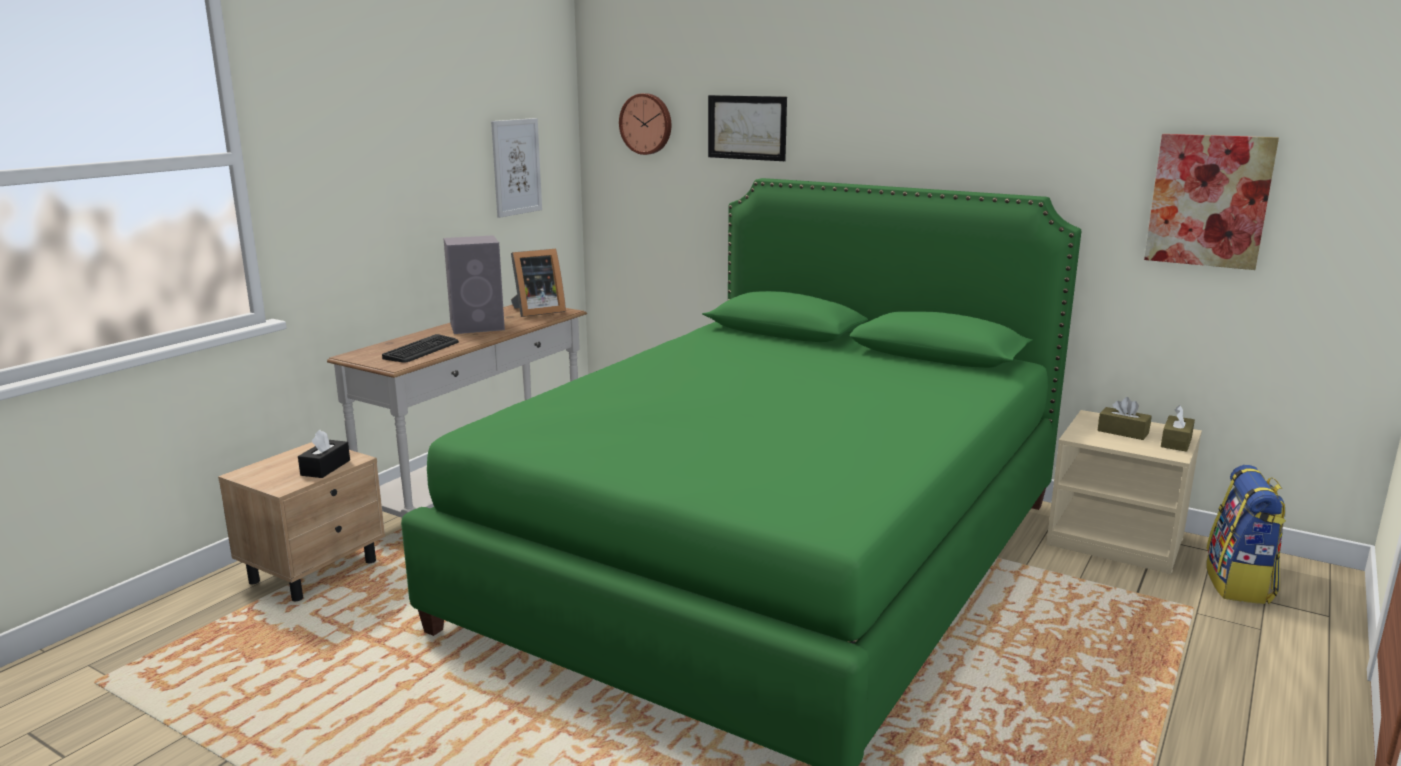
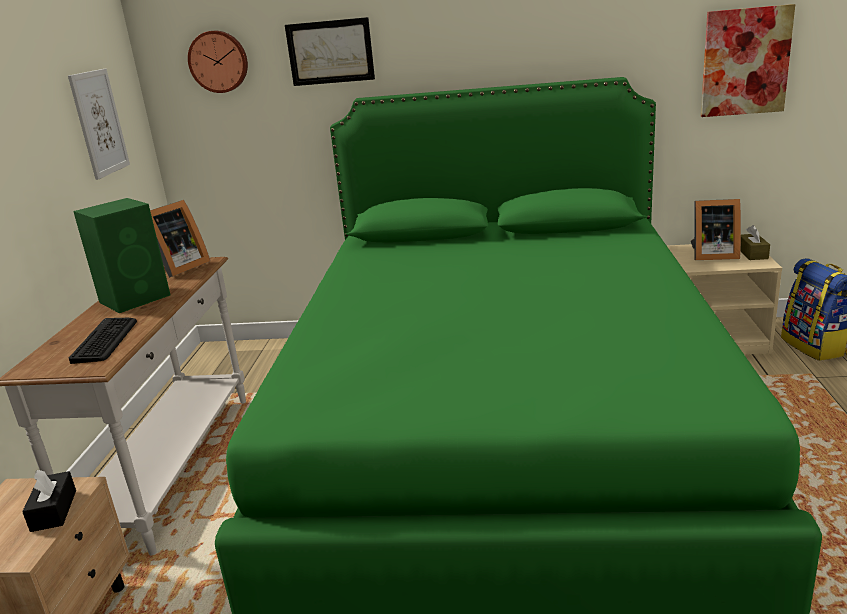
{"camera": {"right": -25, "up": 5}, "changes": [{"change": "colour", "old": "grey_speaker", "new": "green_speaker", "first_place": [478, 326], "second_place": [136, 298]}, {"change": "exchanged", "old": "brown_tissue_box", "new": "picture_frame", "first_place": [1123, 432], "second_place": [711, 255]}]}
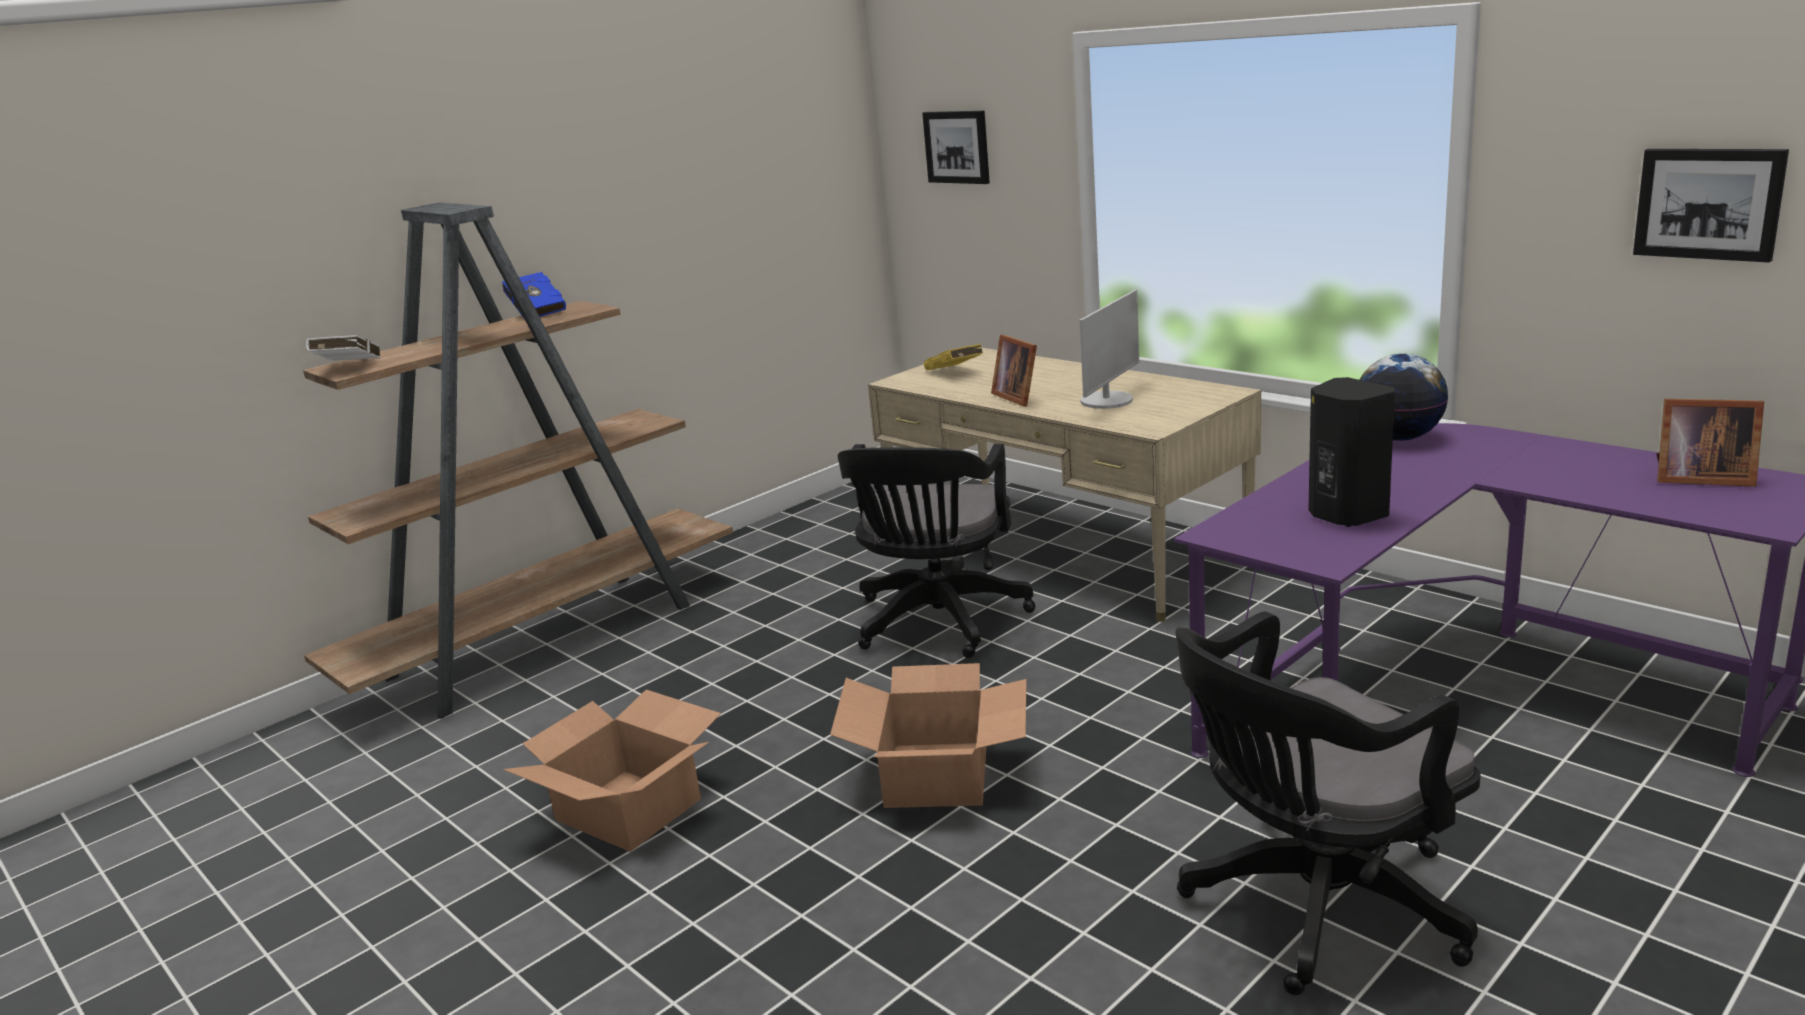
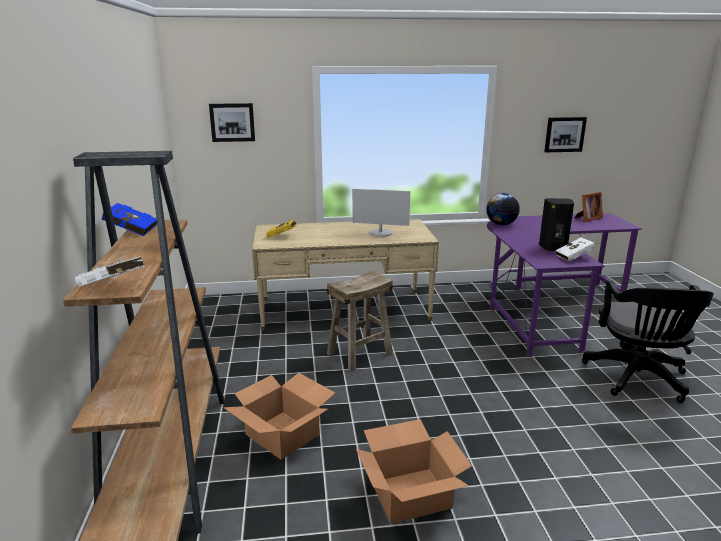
{"camera": {"right": -55, "up": 0}, "changes": [{"change": "spun", "old": "monitor", "first_place": [1107, 400], "second_place": [380, 233], "degrees": 120}, {"change": "missing", "old": "picture_frame", "first_place": [1018, 397]}, {"change": "exchanged", "old": "black_office_chair", "new": "beige_stool", "first_place": [937, 623], "second_place": [359, 354]}, {"change": "relocated", "old": "cardboard_box", "first_place": [938, 774], "second_place": [282, 434]}, {"change": "appeared", "new": "white_book", "second_place": [575, 257]}]}
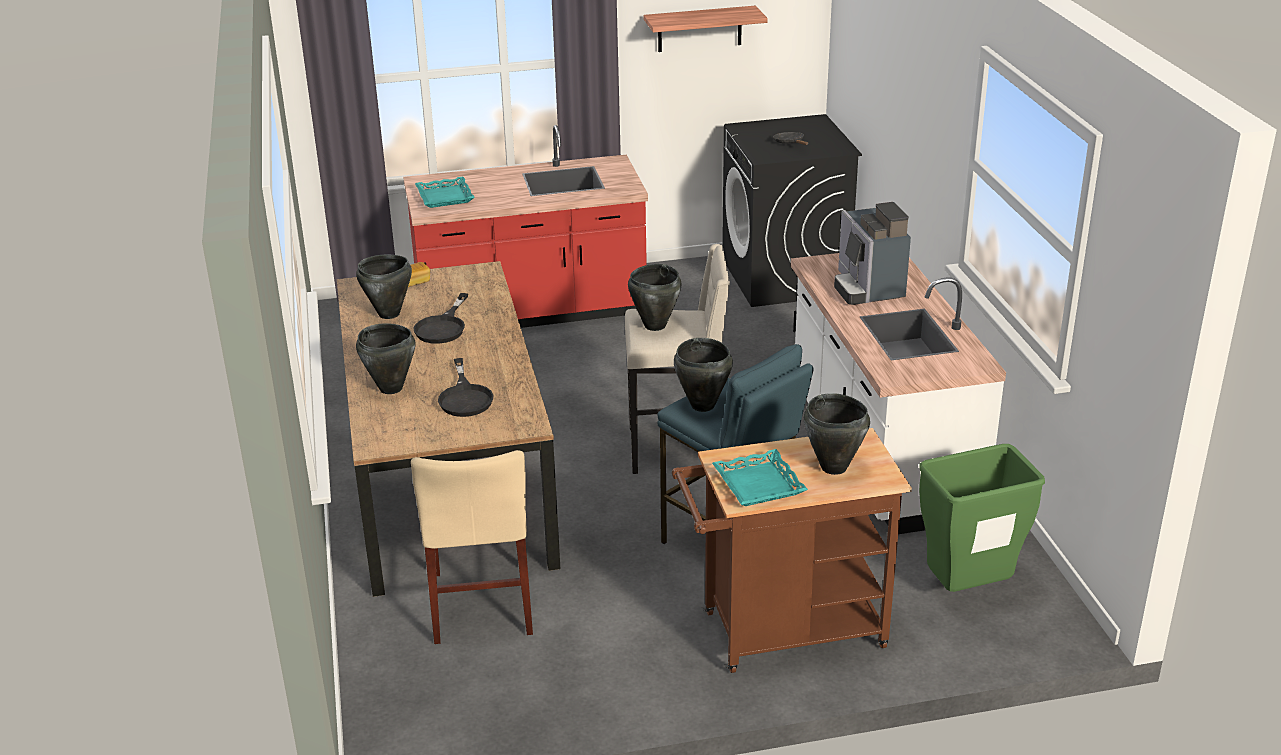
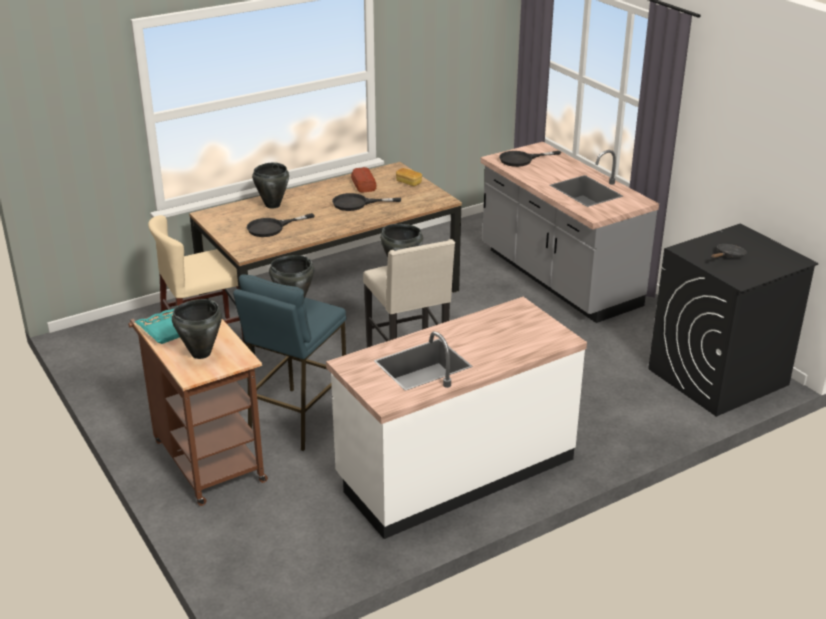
{"camera": {"right": 70, "up": 0}, "changes": [{"change": "missing", "old": "shelf", "first_place": [699, 29]}, {"change": "colour", "old": "red_counter", "new": "grey_counter", "first_place": [531, 312], "second_place": [558, 278]}, {"change": "exchanged", "old": "turquoise_tray", "new": "black_frying_pan", "first_place": [445, 197], "second_place": [521, 159]}, {"change": "missing", "old": "coffee_machine", "first_place": [867, 288]}, {"change": "exchanged", "old": "black_cooking_pot", "new": "bread", "first_place": [389, 314], "second_place": [363, 185]}, {"change": "missing", "old": "green_trash_can", "first_place": [966, 590]}]}
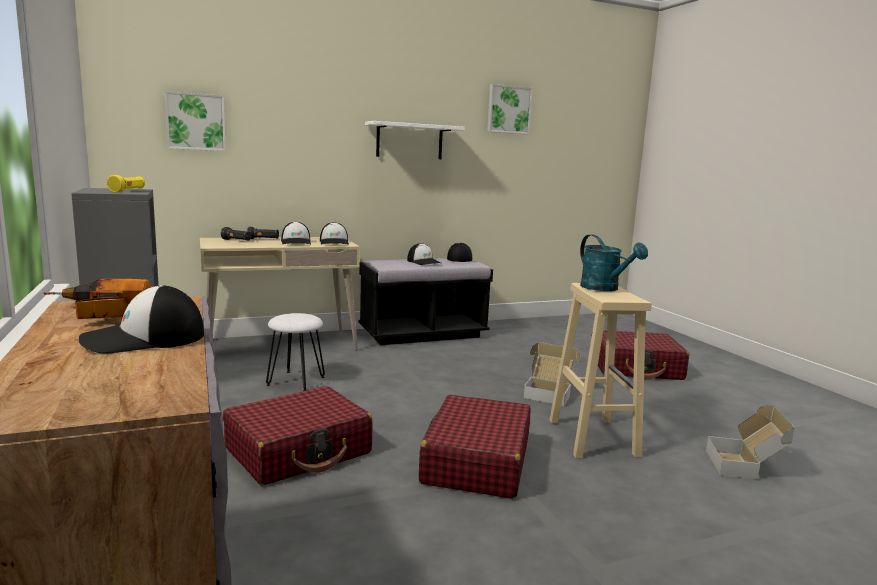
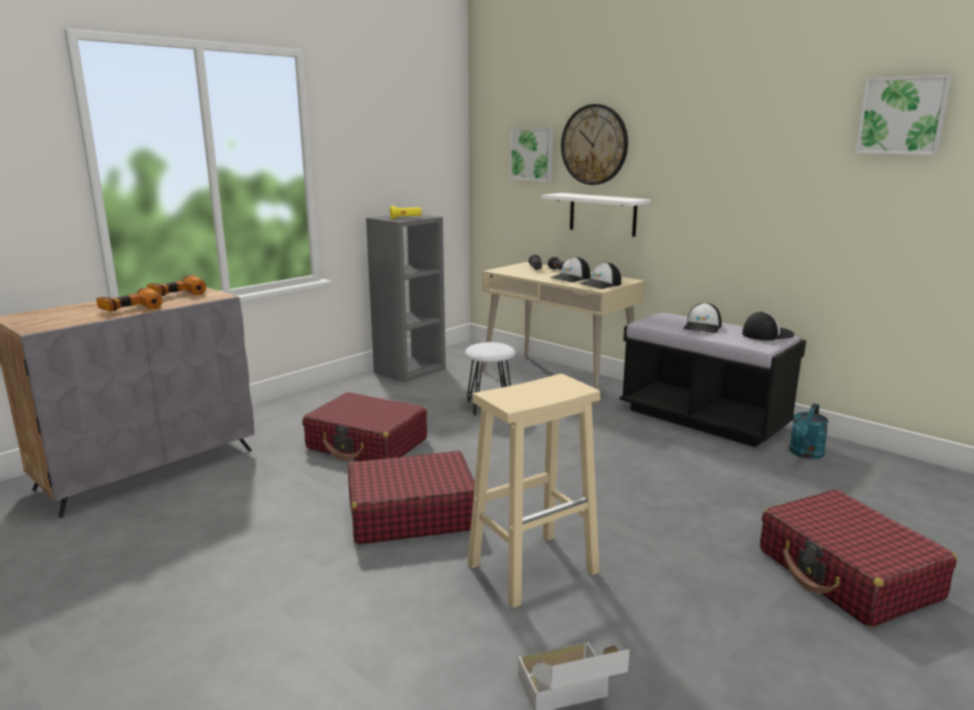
{"camera": {"right": 65, "up": 5}, "changes": [{"change": "relocated", "old": "white_shelf", "first_place": [409, 141], "second_place": [602, 214]}, {"change": "relocated", "old": "turquoise_watering_can", "first_place": [605, 288], "second_place": [804, 454]}, {"change": "exchanged", "old": "cap", "new": "power_drill", "first_place": [143, 339], "second_place": [129, 307]}, {"change": "missing", "old": "cardboard_box", "first_place": [549, 393]}, {"change": "appeared", "new": "wall_clock", "second_place": [594, 145]}]}
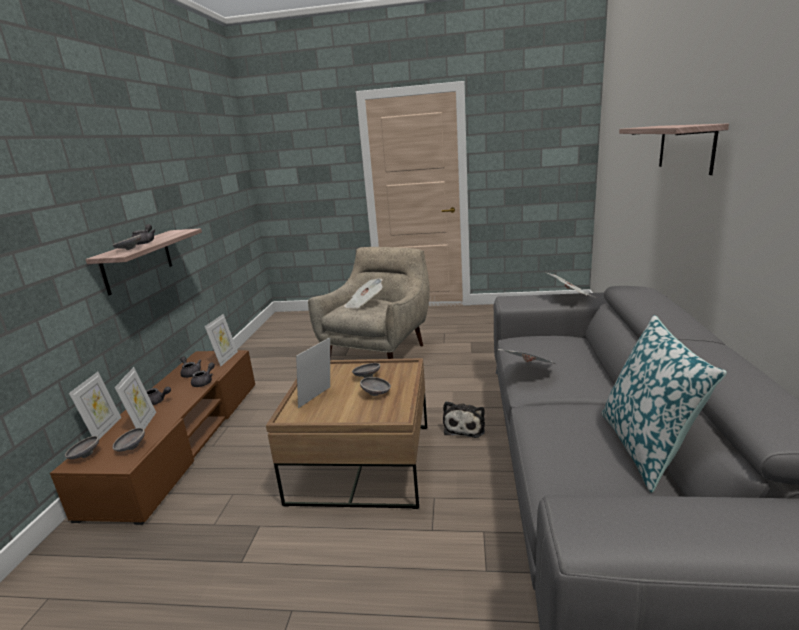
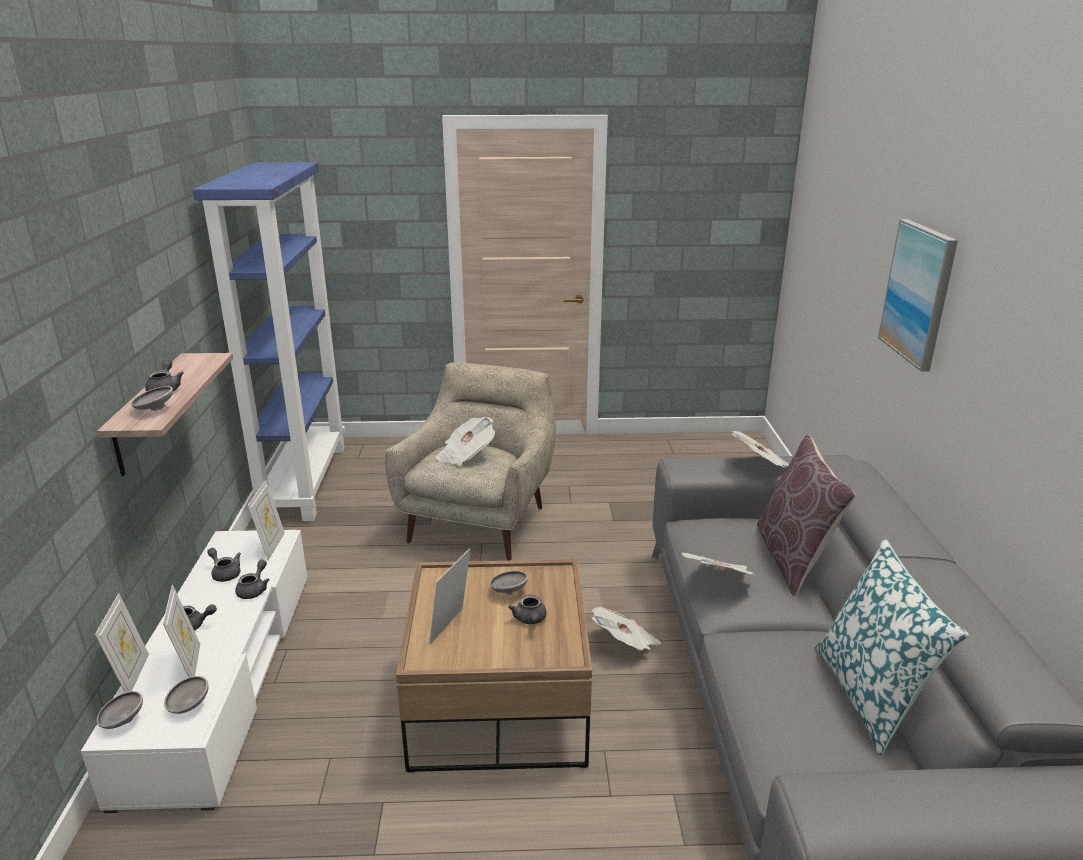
{"camera": {"right": -10, "up": 5}, "changes": [{"change": "exchanged", "old": "shelf", "new": "picture", "first_place": [686, 147], "second_place": [918, 293]}, {"change": "colour", "old": "brown_tv_stand", "new": "white_tv_stand", "first_place": [181, 441], "second_place": [223, 676]}, {"change": "exchanged", "old": "grey_bowl", "new": "grey_teapot", "first_place": [376, 394], "second_place": [530, 620]}, {"change": "exchanged", "old": "plush_toy", "new": "newspaper", "first_place": [465, 427], "second_place": [625, 644]}, {"change": "appeared", "new": "blue_bookcase", "second_place": [304, 481]}, {"change": "appeared", "new": "brown_pillow", "second_place": [793, 558]}]}
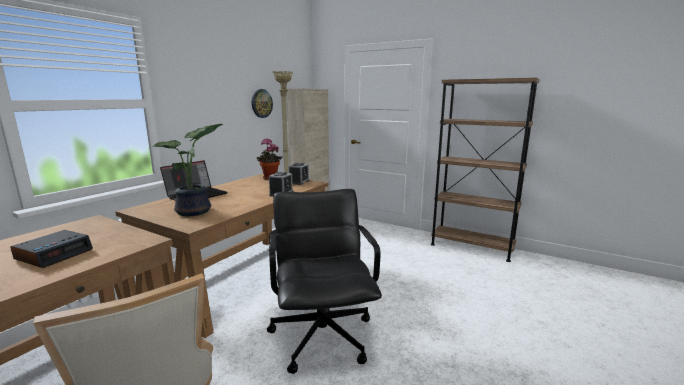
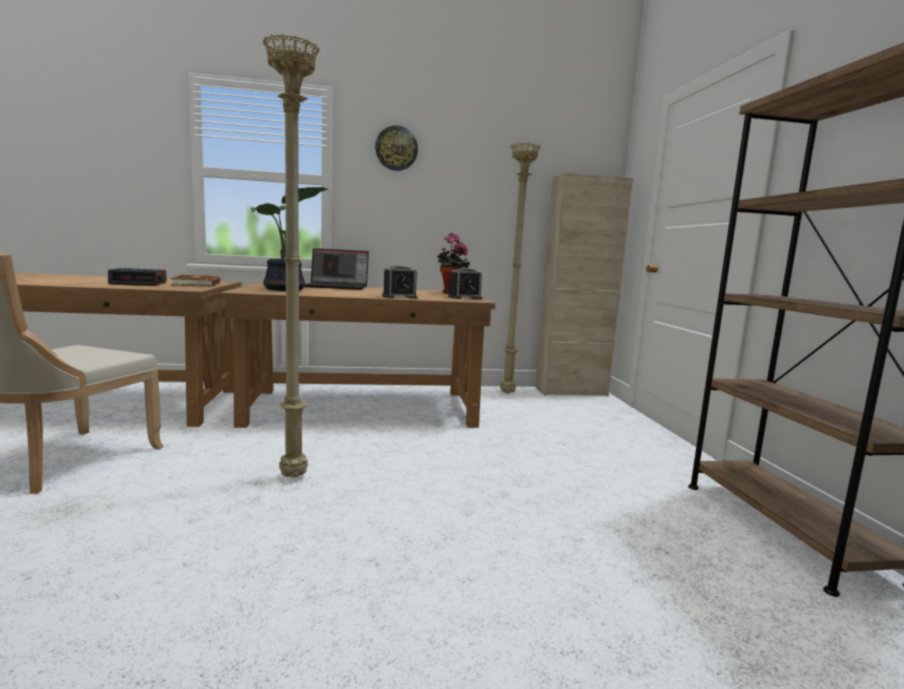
{"camera": {"right": 50, "up": -5}, "changes": [{"change": "relocated", "old": "wall_clock", "first_place": [261, 103], "second_place": [396, 148]}, {"change": "exchanged", "old": "black_office_chair", "new": "beige_floor_lamp", "first_place": [323, 335], "second_place": [294, 477]}, {"change": "appeared", "new": "brown_book", "second_place": [198, 284]}]}
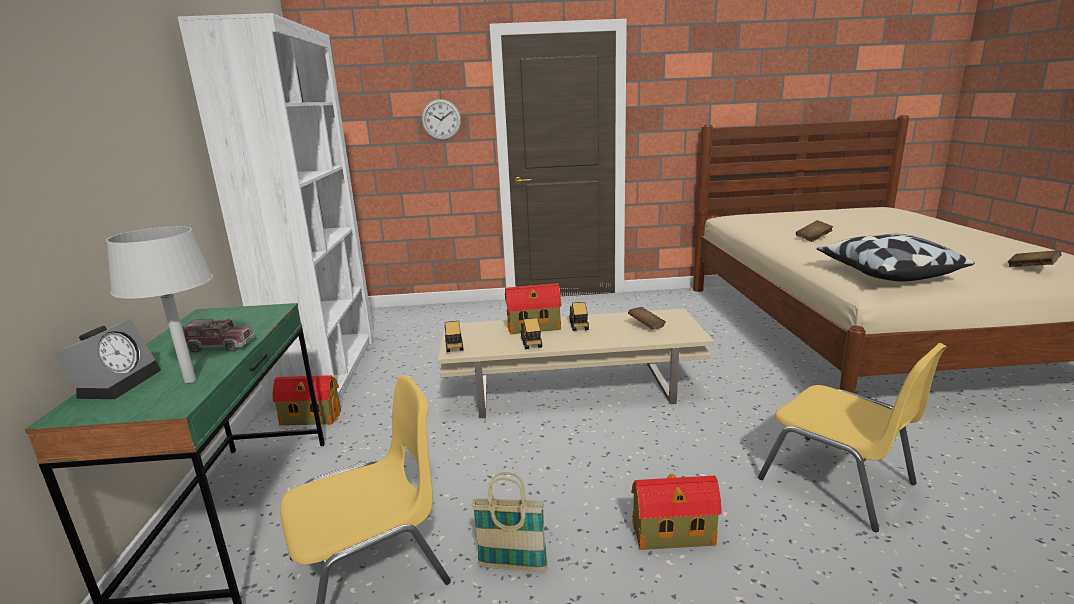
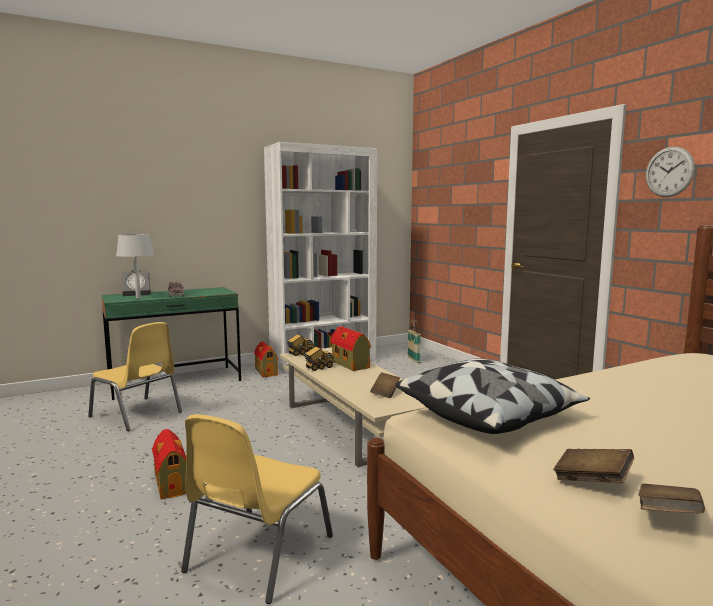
{"camera": {"right": 65, "up": -10}, "changes": [{"change": "relocated", "old": "wall_clock", "first_place": [441, 119], "second_place": [669, 172]}, {"change": "relocated", "old": "brown_book", "first_place": [813, 238], "second_place": [592, 481]}, {"change": "missing", "old": "toy_truck", "first_place": [579, 326]}, {"change": "relocated", "old": "basket", "first_place": [512, 567], "second_place": [413, 360]}]}
